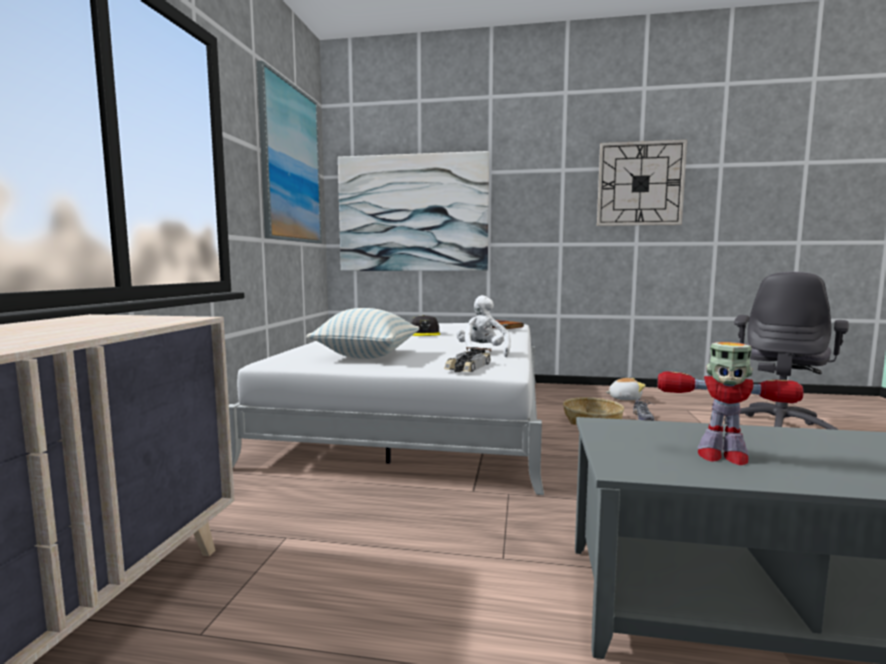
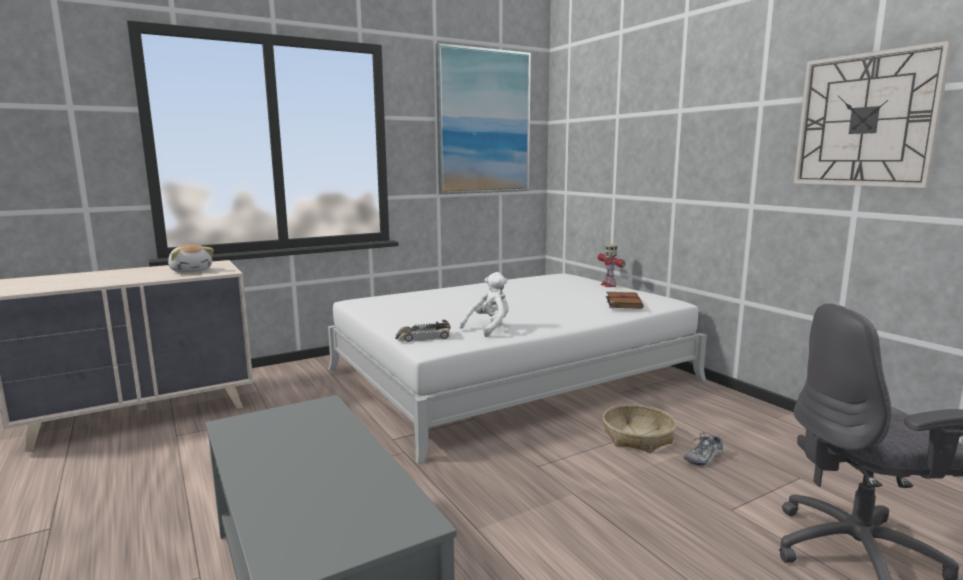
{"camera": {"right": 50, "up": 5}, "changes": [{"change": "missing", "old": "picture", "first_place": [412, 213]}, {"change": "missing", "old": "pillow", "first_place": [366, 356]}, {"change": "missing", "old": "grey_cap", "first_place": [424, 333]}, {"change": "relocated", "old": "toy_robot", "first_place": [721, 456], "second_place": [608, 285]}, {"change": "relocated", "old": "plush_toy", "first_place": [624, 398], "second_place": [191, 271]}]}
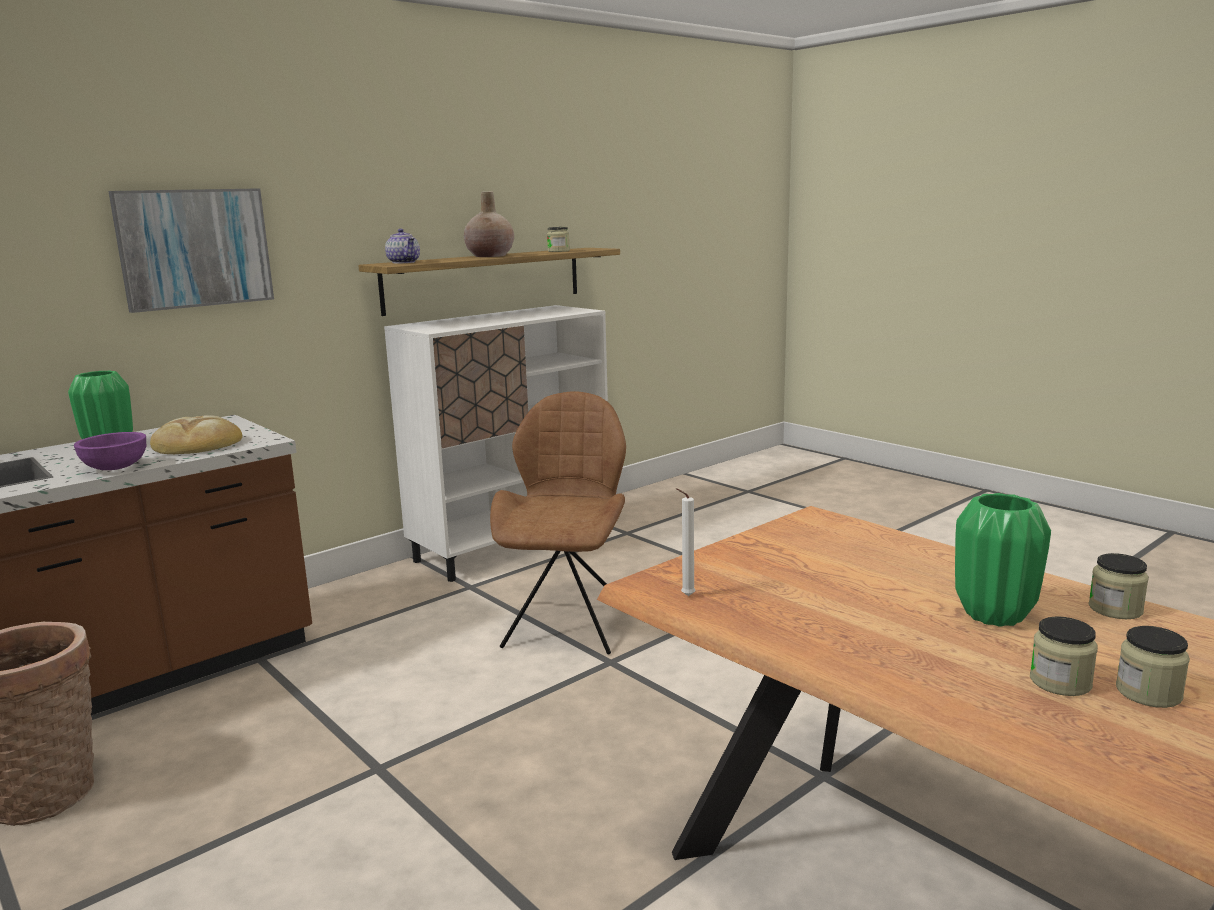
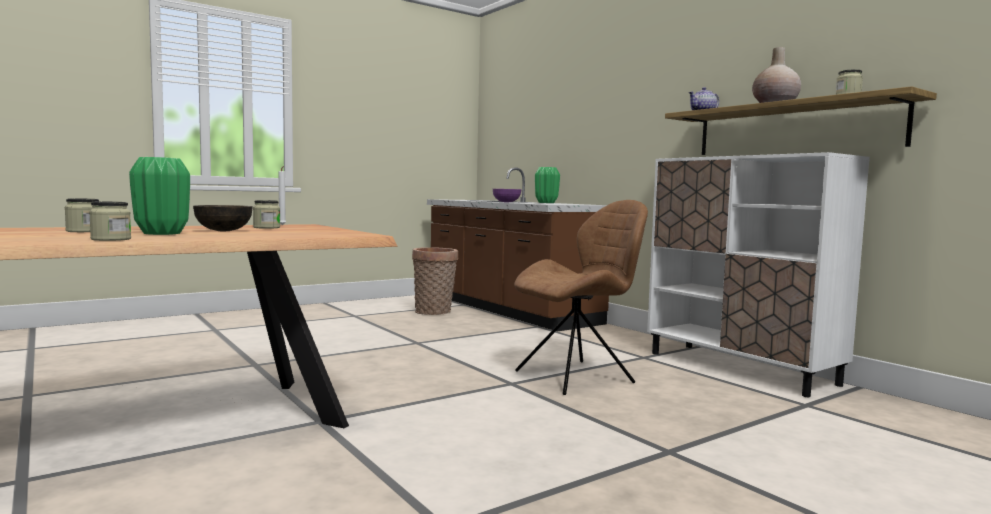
{"camera": {"right": 95, "up": -10}, "changes": [{"change": "missing", "old": "picture", "first_place": [194, 248]}, {"change": "spun", "old": "brown_chair", "first_place": [568, 623], "second_place": [577, 376], "degrees": -45}, {"change": "missing", "old": "bread", "first_place": [197, 443]}, {"change": "relocated", "old": "jar", "first_place": [1148, 693], "second_place": [266, 227]}, {"change": "appeared", "new": "brown_bowl", "second_place": [224, 231]}]}
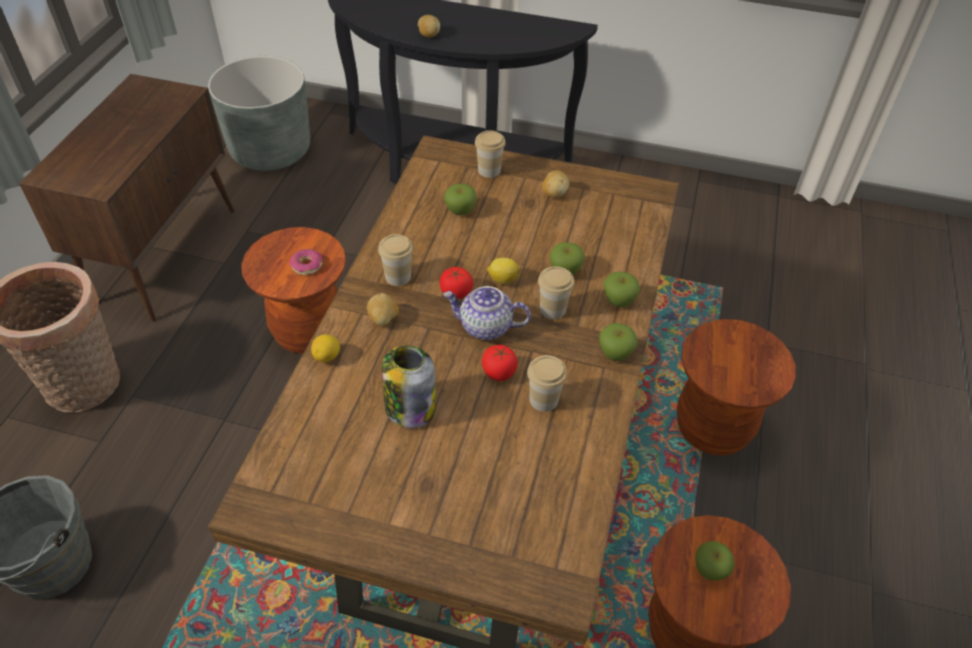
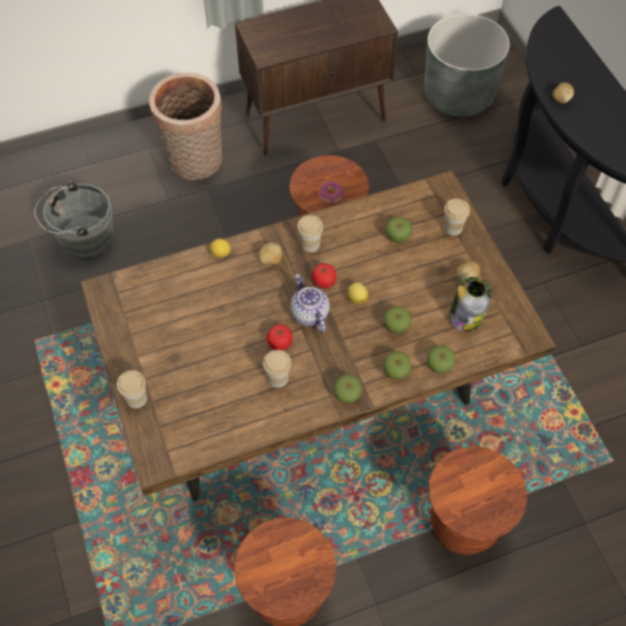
{"camera": {"right": 55, "up": 10}, "changes": [{"change": "relocated", "old": "cup", "first_place": [552, 309], "second_place": [136, 398]}, {"change": "relocated", "old": "jar", "first_place": [409, 407], "second_place": [466, 316]}, {"change": "relocated", "old": "apple", "first_place": [709, 570], "second_place": [439, 366]}]}
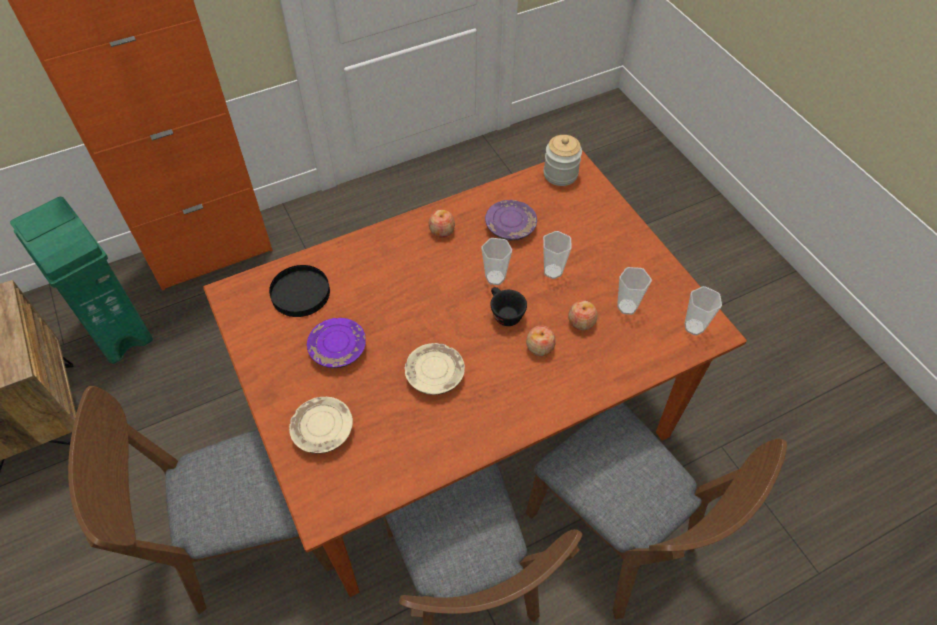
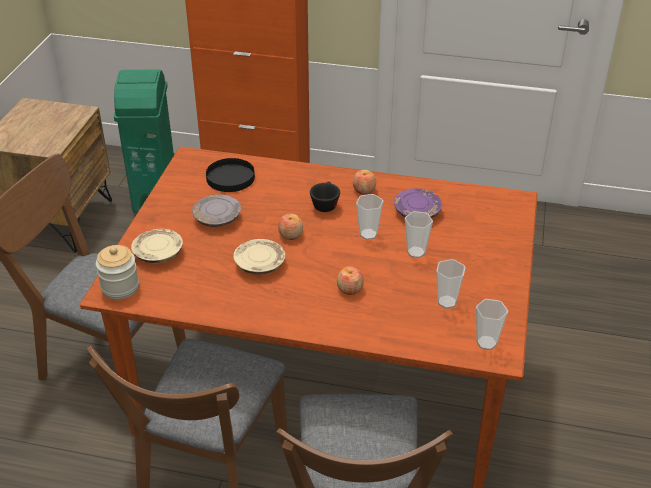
{"camera": {"right": 40, "up": -15}, "changes": [{"change": "relocated", "old": "jar", "first_place": [560, 174], "second_place": [120, 287]}, {"change": "relocated", "old": "black_cup", "first_place": [504, 313], "second_place": [325, 204]}, {"change": "relocated", "old": "apple", "first_place": [581, 322], "second_place": [290, 235]}, {"change": "colour", "old": "purple_plate", "new": "grey_plate", "first_place": [338, 349], "second_place": [217, 218]}]}
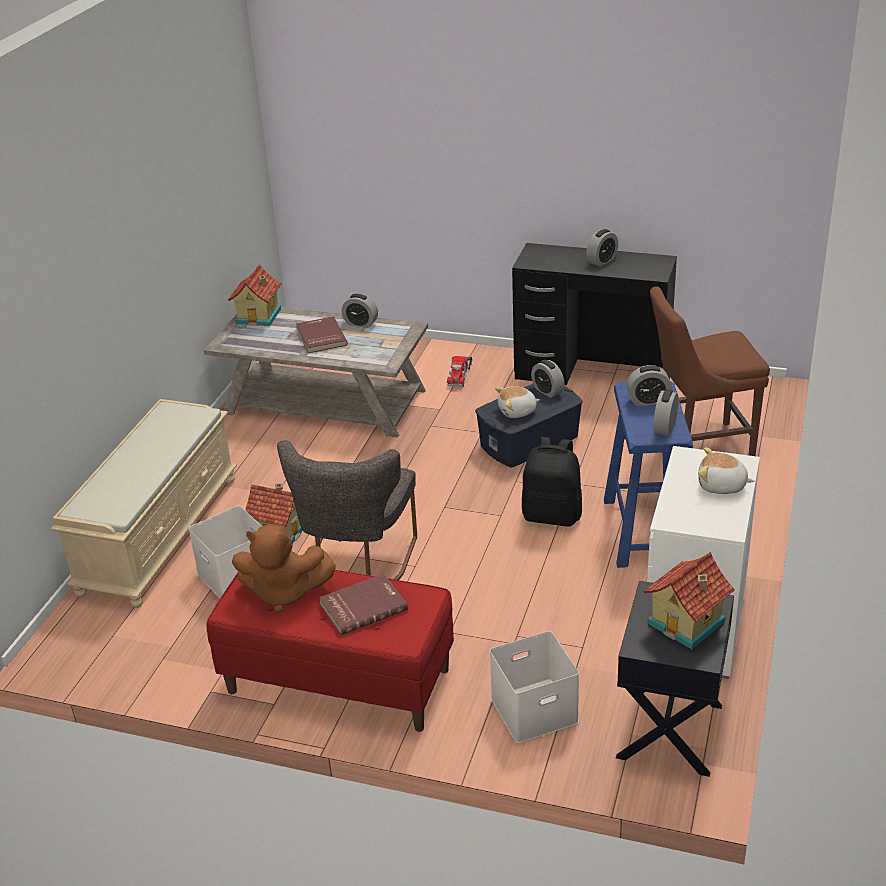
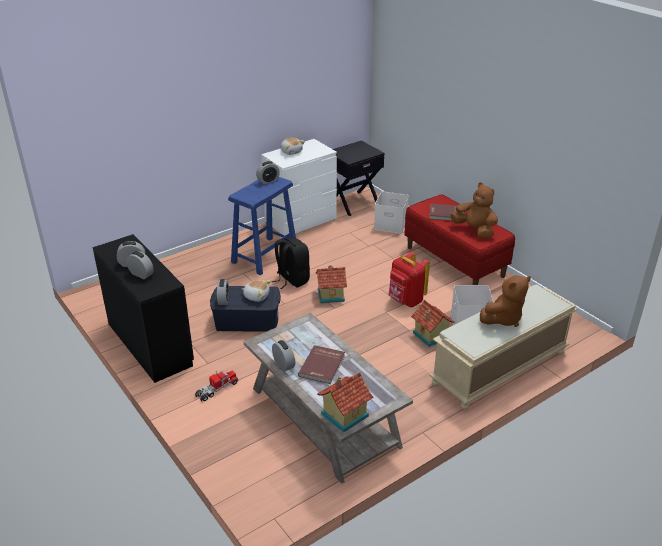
{"camera": {"right": -145, "up": 0}, "changes": [{"change": "missing", "old": "brown_chair", "first_place": [699, 447]}, {"change": "relocated", "old": "alarm_clock", "first_place": [648, 401], "second_place": [141, 274]}, {"change": "exchanged", "old": "grey_chair", "new": "red_backpack", "first_place": [357, 565], "second_place": [406, 301]}, {"change": "relocated", "old": "toy_house", "first_place": [688, 623], "second_place": [330, 294]}, {"change": "appeared", "new": "brown_plush_toy", "second_place": [503, 318]}]}
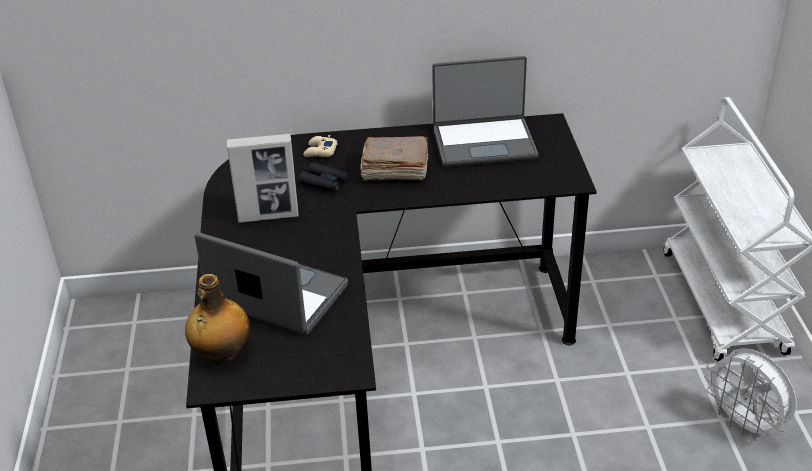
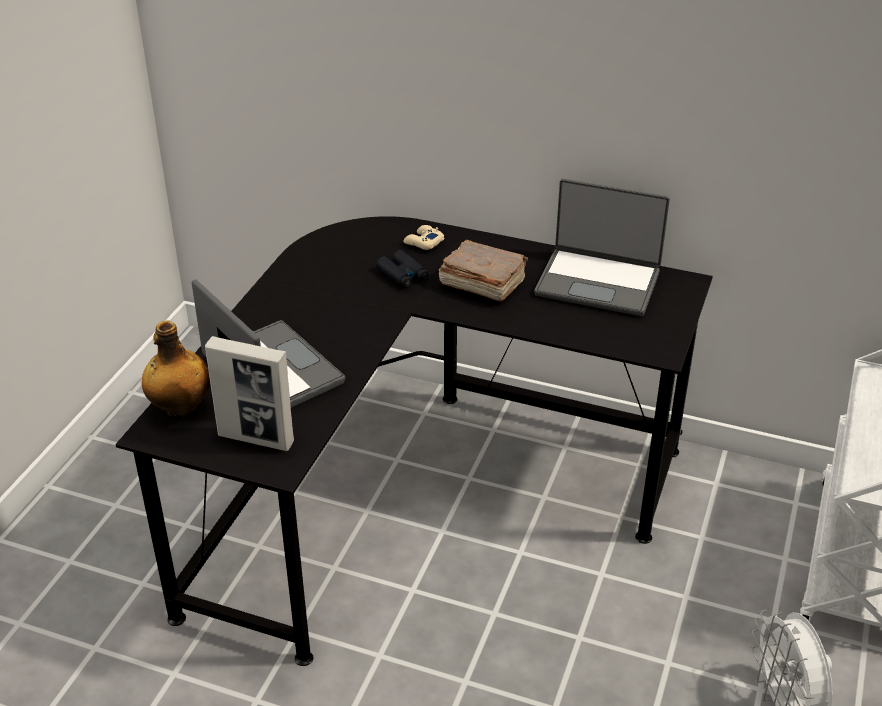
{"camera": {"right": 25, "up": 0}, "changes": [{"change": "relocated", "old": "picture_frame", "first_place": [268, 216], "second_place": [256, 439]}]}
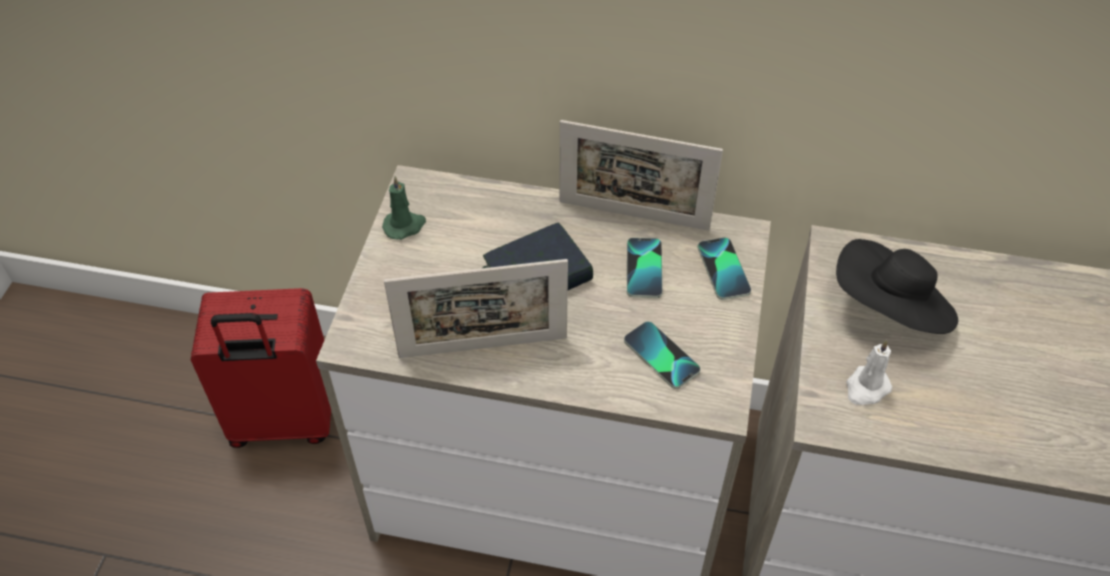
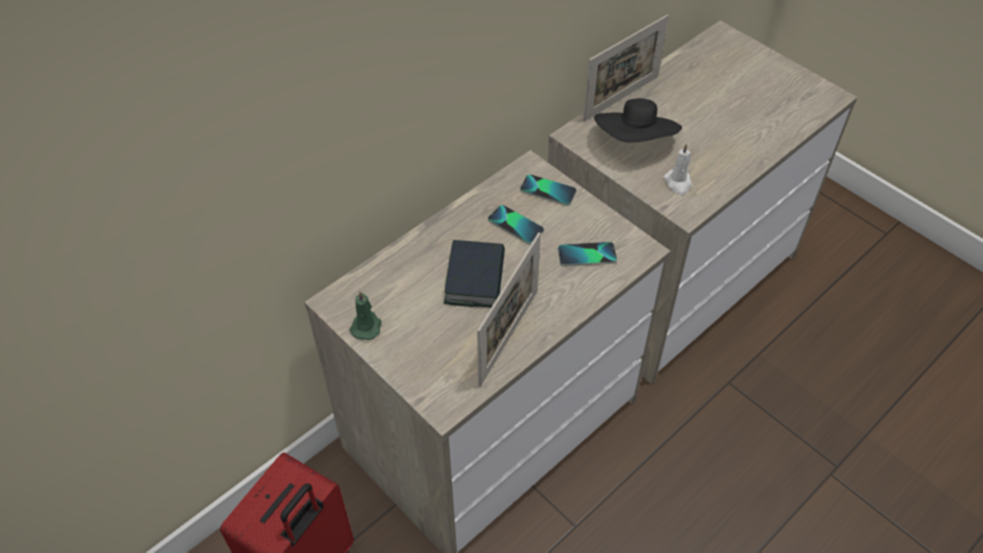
{"camera": {"right": -55, "up": 0}, "changes": [{"change": "relocated", "old": "picture_frame", "first_place": [633, 215], "second_place": [621, 98]}]}
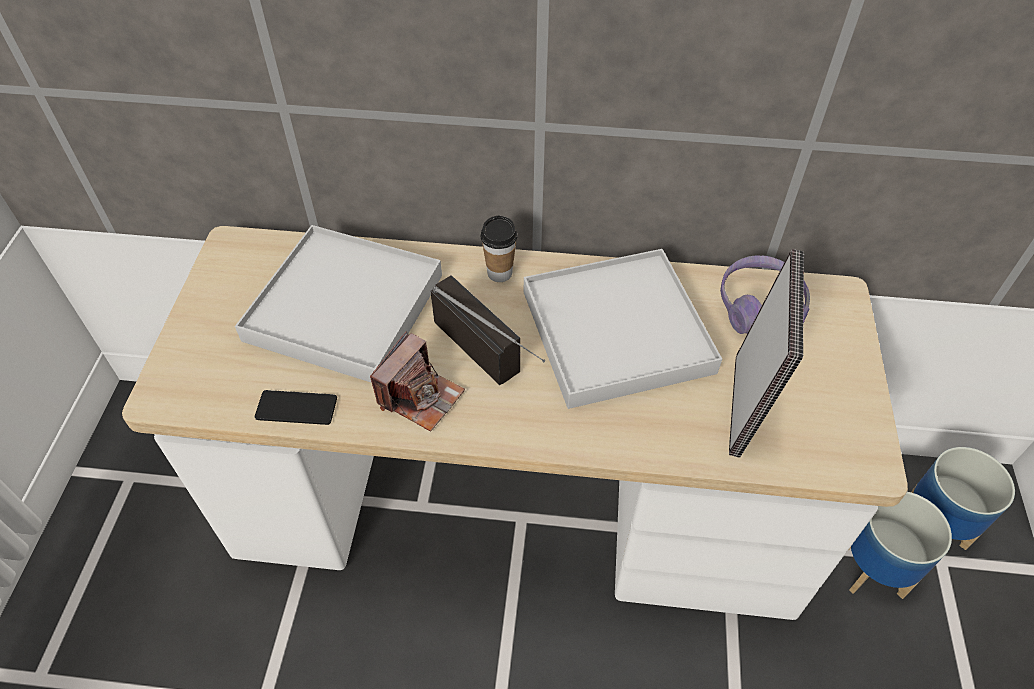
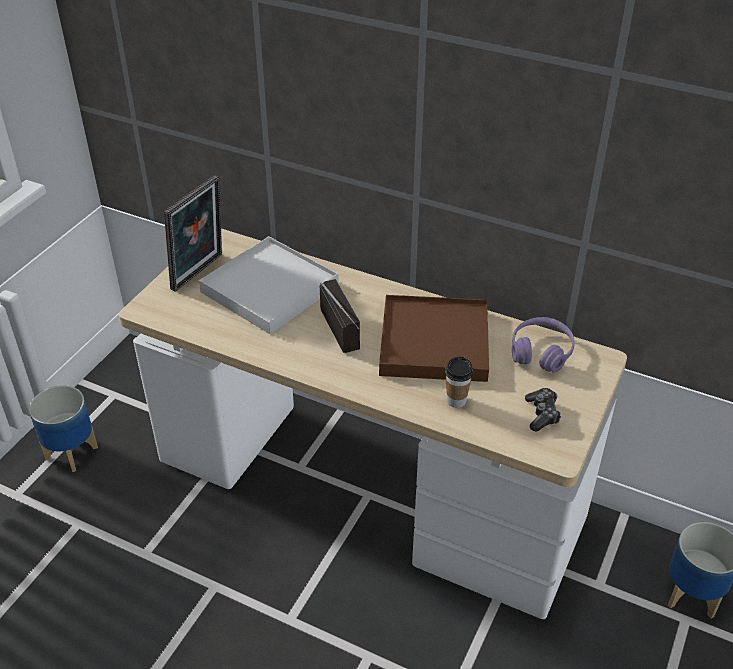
{"camera": {"right": 20, "up": -10}, "changes": [{"change": "relocated", "old": "cup", "first_place": [499, 273], "second_place": [456, 401]}, {"change": "colour", "old": "white_tray", "new": "brown_tray", "first_place": [616, 332], "second_place": [434, 343]}, {"change": "relocated", "old": "picture_frame", "first_place": [745, 406], "second_place": [200, 273]}, {"change": "missing", "old": "photo_camera", "first_place": [420, 396]}, {"change": "missing", "old": "phone", "first_place": [296, 408]}, {"change": "relocated", "old": "planter", "first_place": [873, 571], "second_place": [71, 453]}, {"change": "appeared", "new": "game_controller", "second_place": [542, 414]}]}
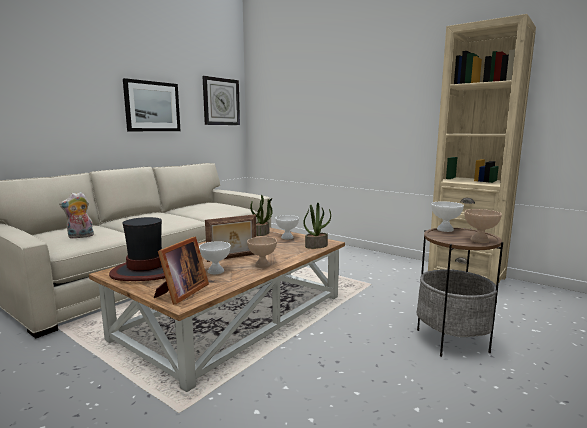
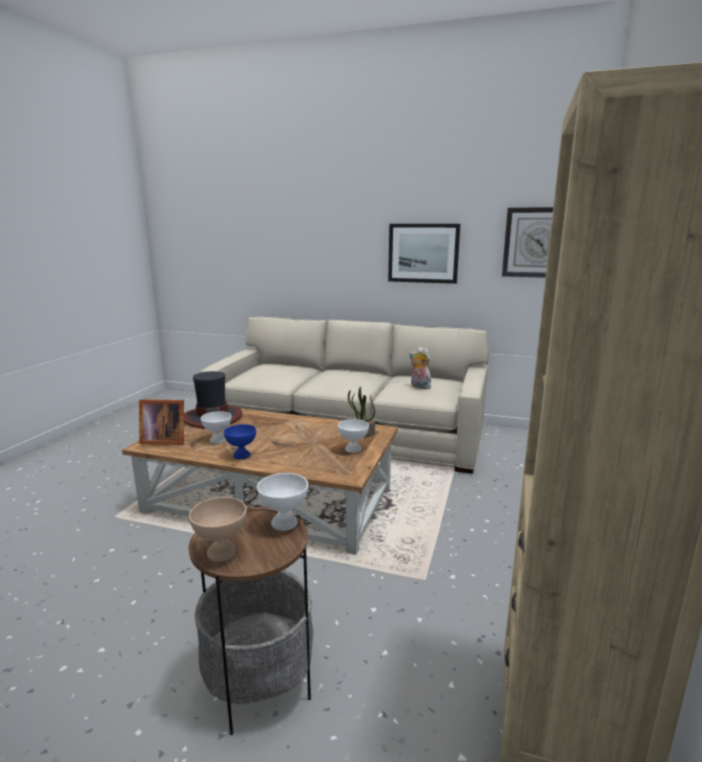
{"camera": {"right": 70, "up": 5}, "changes": [{"change": "relocated", "old": "plush_toy", "first_place": [80, 236], "second_place": [419, 387]}, {"change": "missing", "old": "potted_plant", "first_place": [316, 246]}, {"change": "missing", "old": "picture_frame", "first_place": [232, 258]}, {"change": "colour", "old": "beige_bowl", "new": "blue_bowl", "first_place": [262, 265], "second_place": [242, 455]}]}
